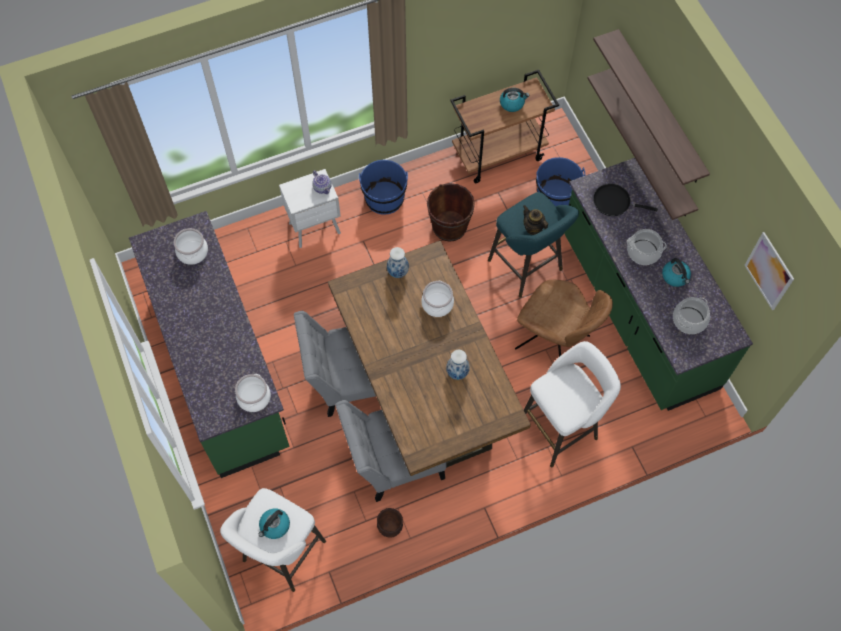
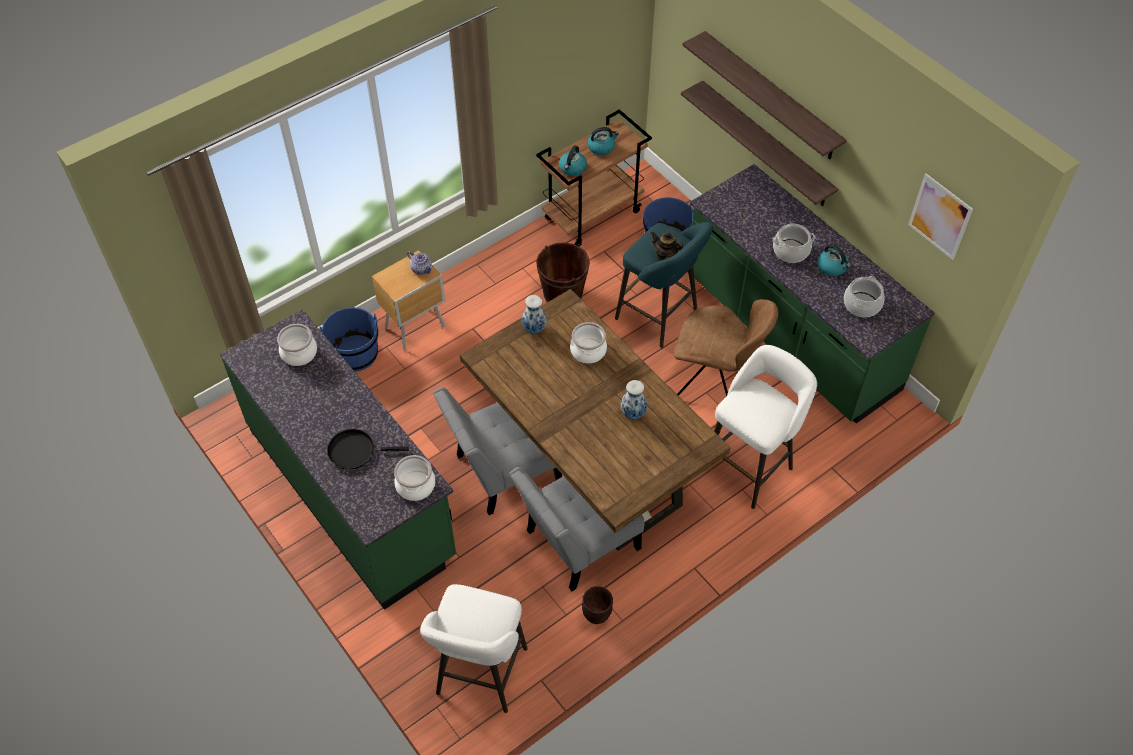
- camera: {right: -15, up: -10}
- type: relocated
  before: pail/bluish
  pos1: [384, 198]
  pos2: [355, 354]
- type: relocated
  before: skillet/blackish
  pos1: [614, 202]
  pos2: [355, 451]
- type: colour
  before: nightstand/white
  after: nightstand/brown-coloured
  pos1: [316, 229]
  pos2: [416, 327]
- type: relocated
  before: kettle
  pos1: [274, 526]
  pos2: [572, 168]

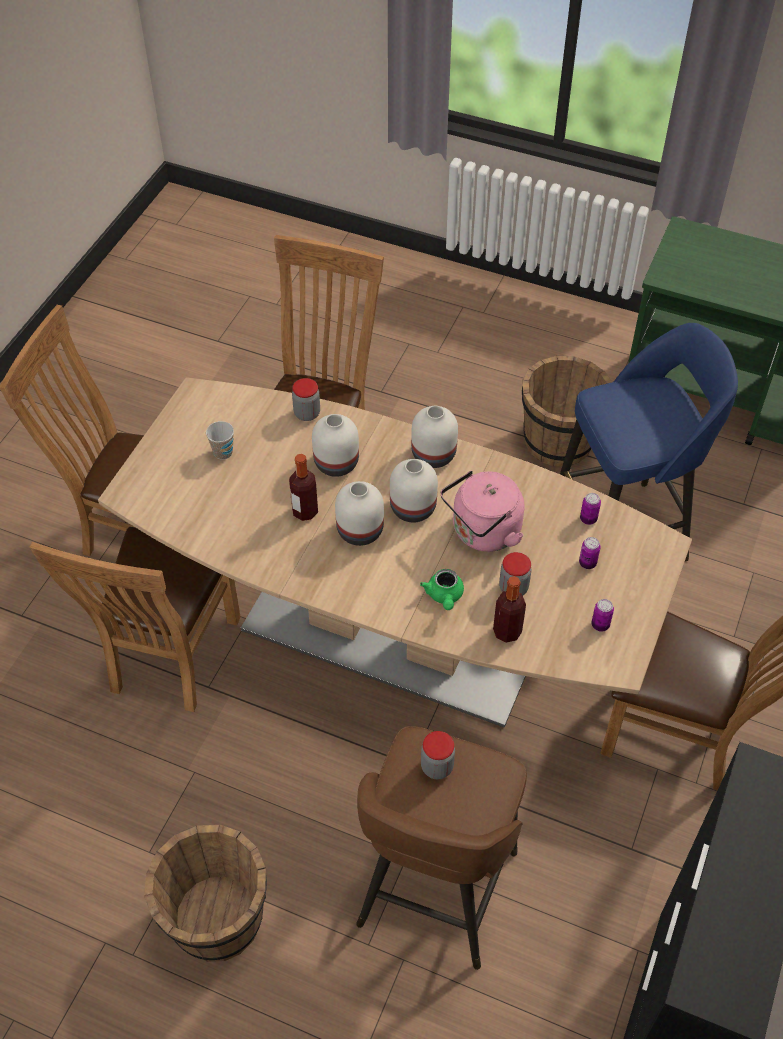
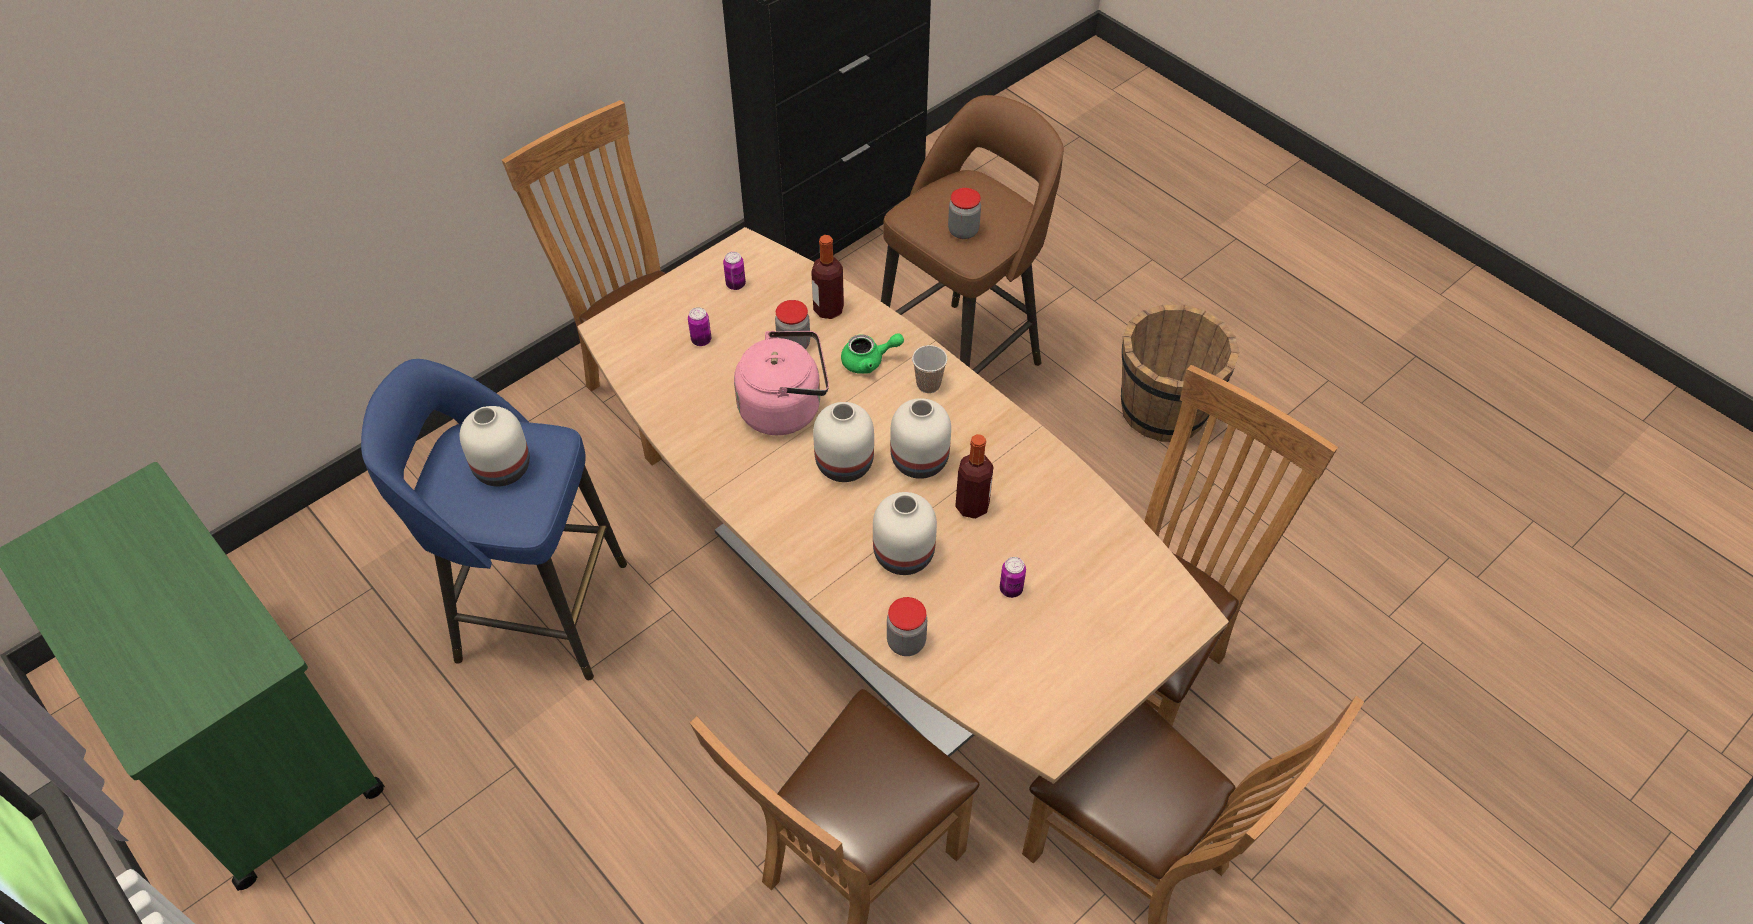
- camera: {right: -155, up: 0}
- type: relocated
  before: flower vase/white
  pos1: [433, 453]
  pos2: [501, 469]
- type: spun
  before: tea pot/green-coloured
  pos1: [444, 596]
  pos2: [868, 361]
  turn: 60
- type: relocated
  before: small cup
  pos1: [223, 452]
  pos2: [928, 384]
- type: relocated
  before: metal can
  pos1: [588, 519]
  pos2: [1011, 589]
- type: missing
  before: pail/brown-coloured
  pos1: [559, 441]

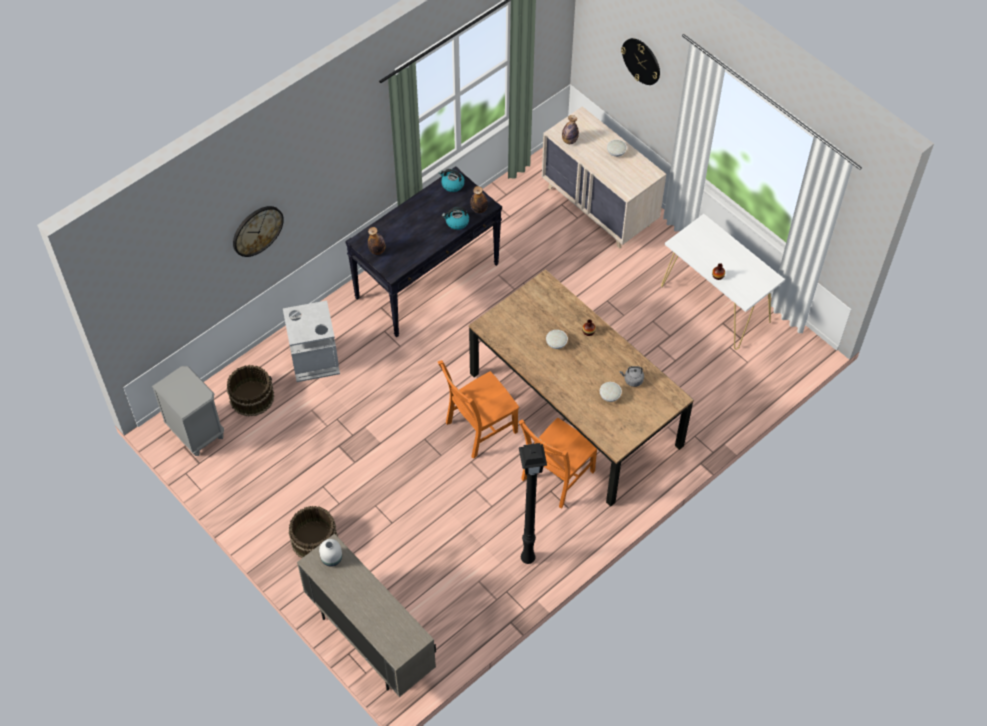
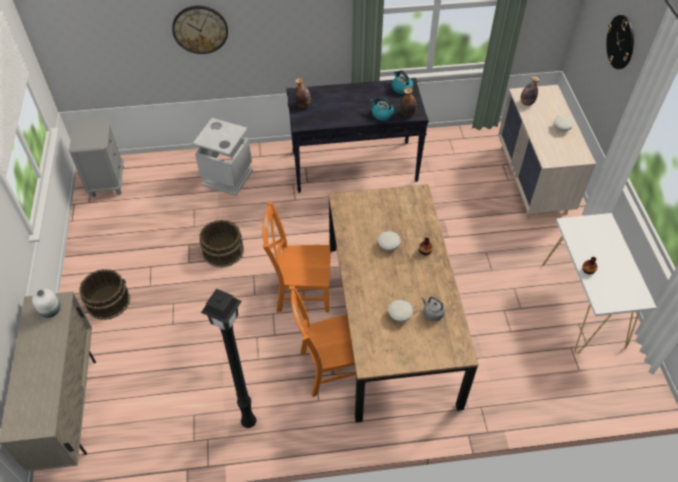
- camera: {right: 35, up: -5}
- type: relocated
  before: pail/brown-coloured
  pos1: [251, 397]
  pos2: [223, 250]

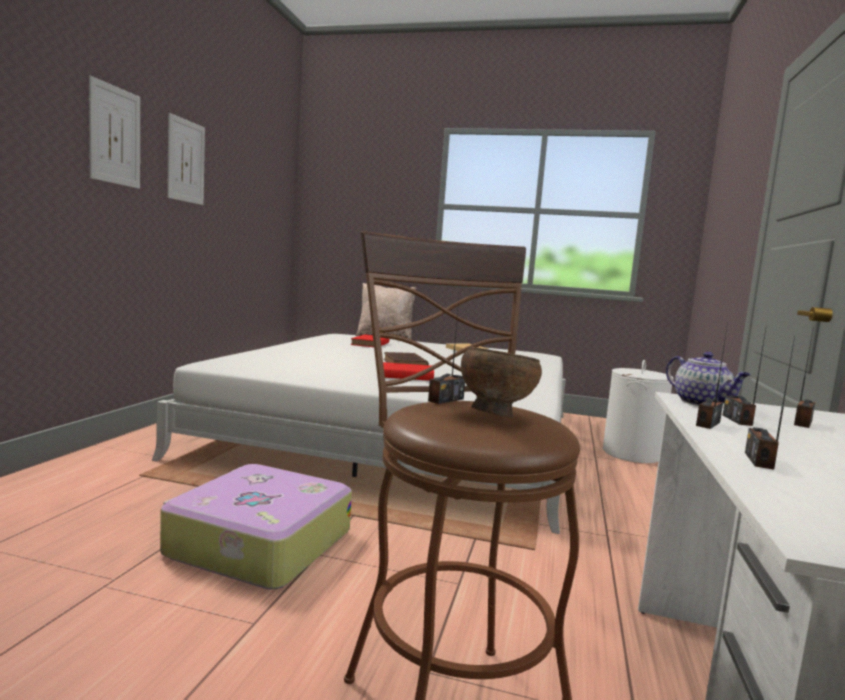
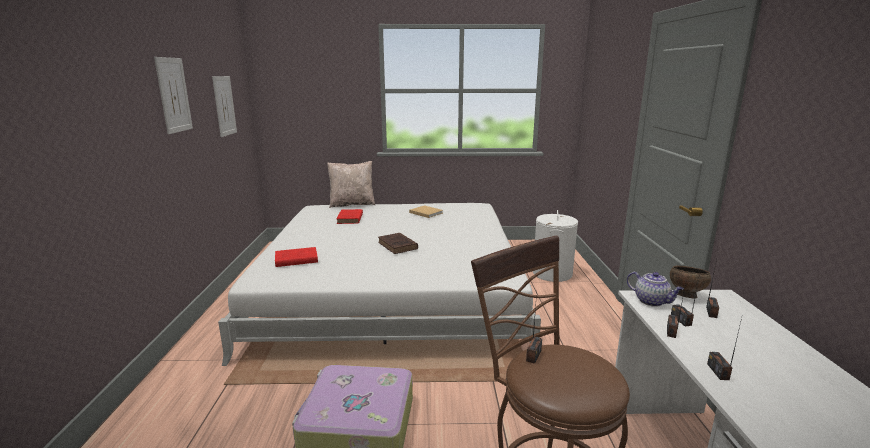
- camera: {right: -15, up: 10}
- type: relocated
  before: picture
  pos1: [115, 135]
  pos2: [224, 106]
- type: relocated
  before: volume/reddish
  pos1: [404, 375]
  pos2: [295, 260]
- type: relocated
  before: serving bowl/brown-coloured
  pos1: [494, 415]
  pos2: [685, 296]

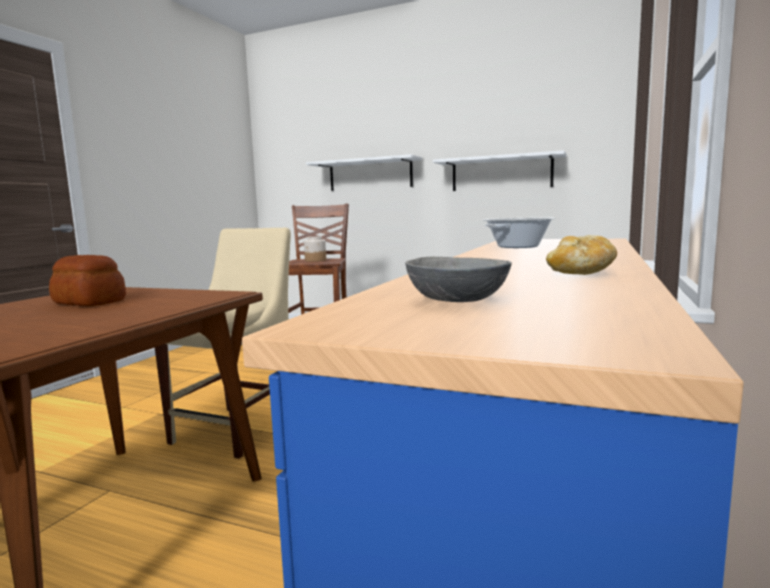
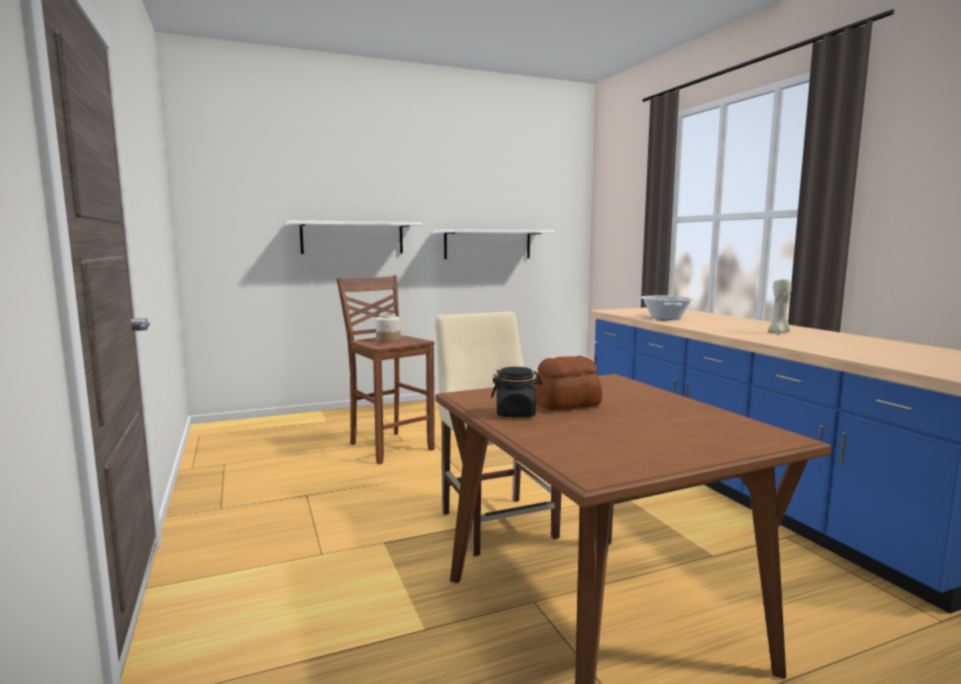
- camera: {right: -45, up: 0}
- type: appeared
  after: preserve jar/blackish
  pos2: [516, 414]
- type: appeared
  after: wax candle/sand-coloured
  pos2: [779, 332]
- type: missing
  before: serving bowl/grey
  pos1: [456, 300]
- type: missing
  before: baked bread
  pos1: [580, 274]

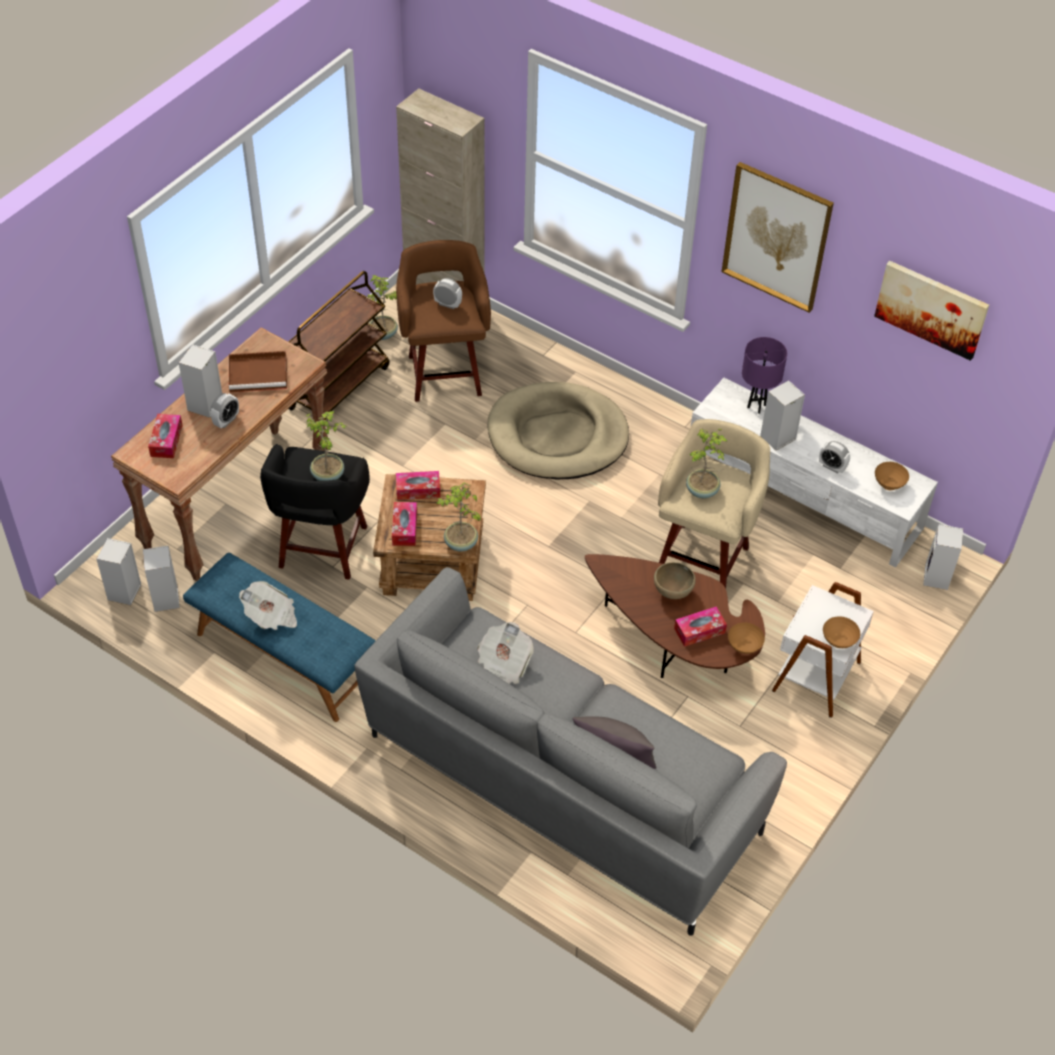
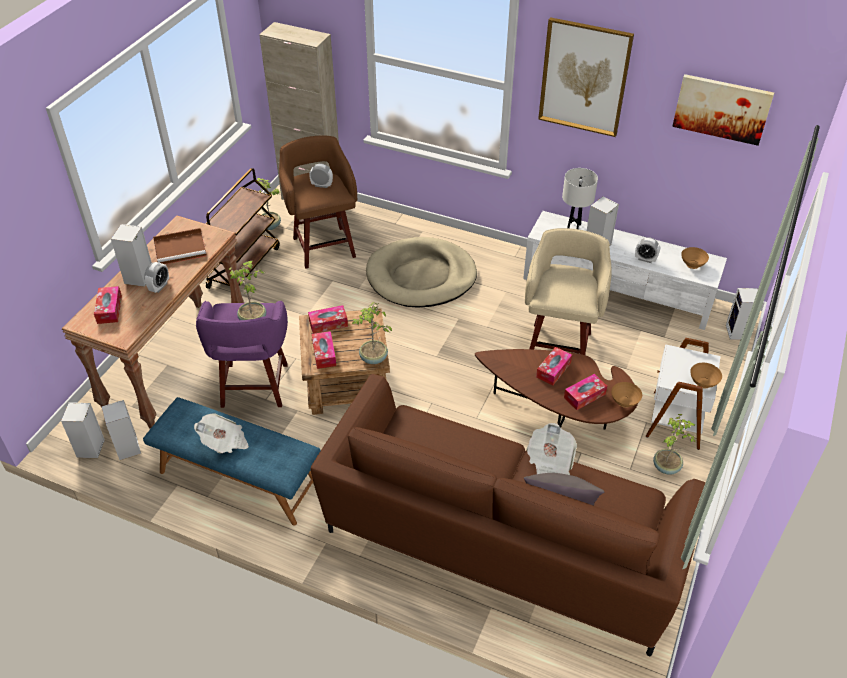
- camera: {right: -10, up: -5}
- type: colour
  before: stool seat/blackish
  after: stool seat/purple
  pos1: [322, 549]
  pos2: [254, 387]
- type: colour
  before: sofa/grey
  after: sofa/brown-coloured
  pos1: [561, 785]
  pos2: [500, 544]
- type: relocated
  before: newspaper
  pos1: [503, 665]
  pos2: [549, 462]
- type: exchanged
  before: serving bowl/brown-coloured
  after: tissue holder
  pos1: [672, 592]
  pos2: [553, 370]
- type: colour
  before: tabletop lamp/purple
  after: tabletop lamp/white
  pos1: [756, 406]
  pos2: [574, 226]
- type: relocated
  before: potted plant
  pos1: [703, 491]
  pos2: [667, 467]

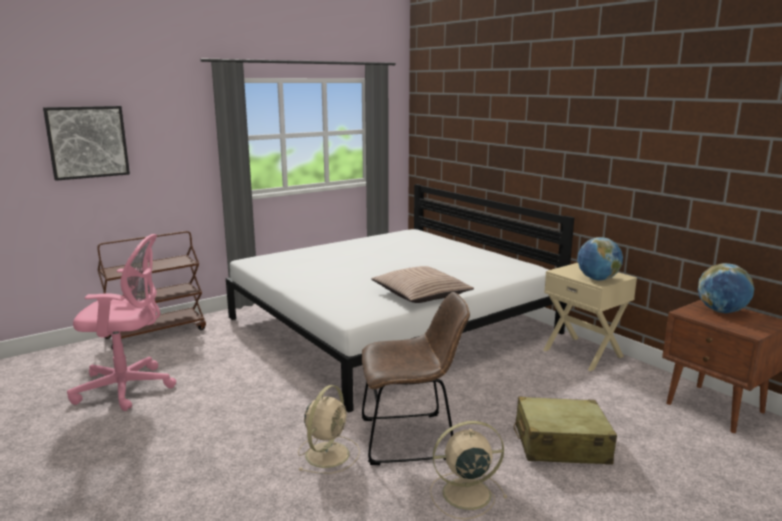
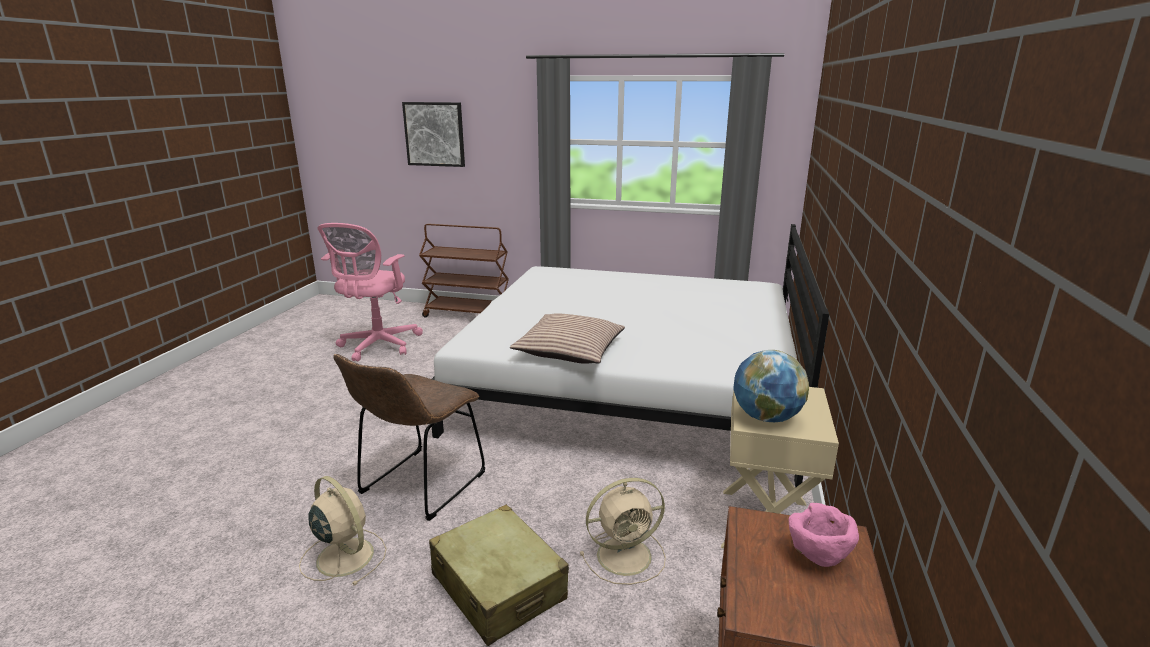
- camera: {right: 50, up: 5}
- type: spun
  before: office chair/pink
  pos1: [128, 388]
  pos2: [377, 346]
  turn: 60
- type: spun
  before: upright chair/brown-coloured
  pos1: [412, 438]
  pos2: [419, 486]
  turn: 75
- type: relocated
  before: fan/sand-coloured
  pos1: [328, 453]
  pos2: [626, 555]
- type: exchanged
  before: globe
  after: serving bowl/pink
  pos1: [721, 311]
  pos2: [817, 557]

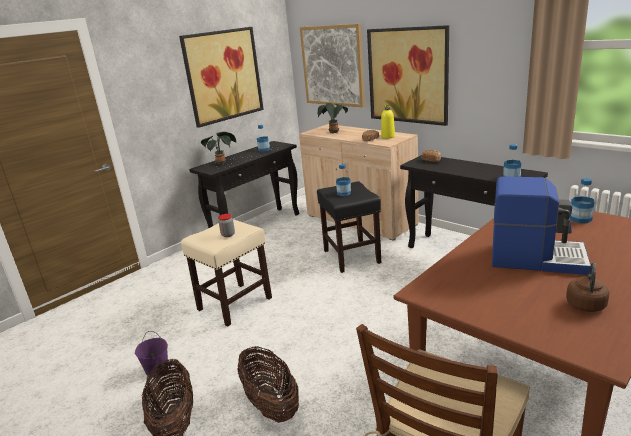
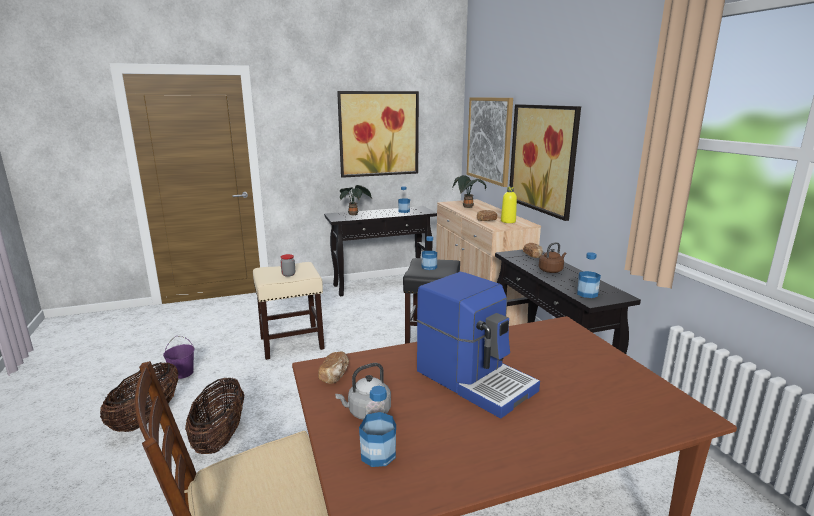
- camera: {right: 25, up: -5}
- type: appeared
  after: baked bread
  pos2: [335, 375]
- type: appeared
  after: kettle/grey
  pos2: [367, 412]
- type: relocated
  before: bottle
  pos1: [580, 219]
  pos2: [378, 454]
- type: relocated
  before: kettle/brown-coloured
  pos1: [585, 304]
  pos2: [551, 270]

